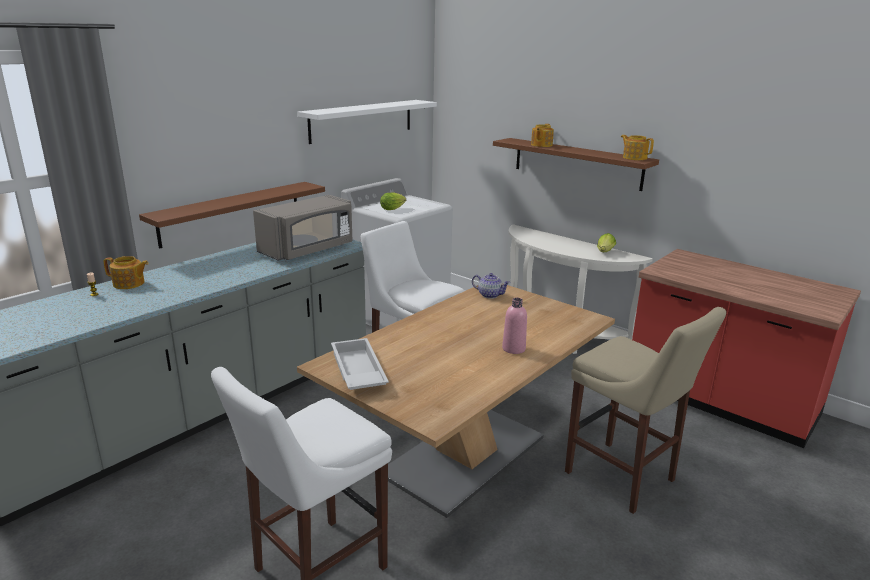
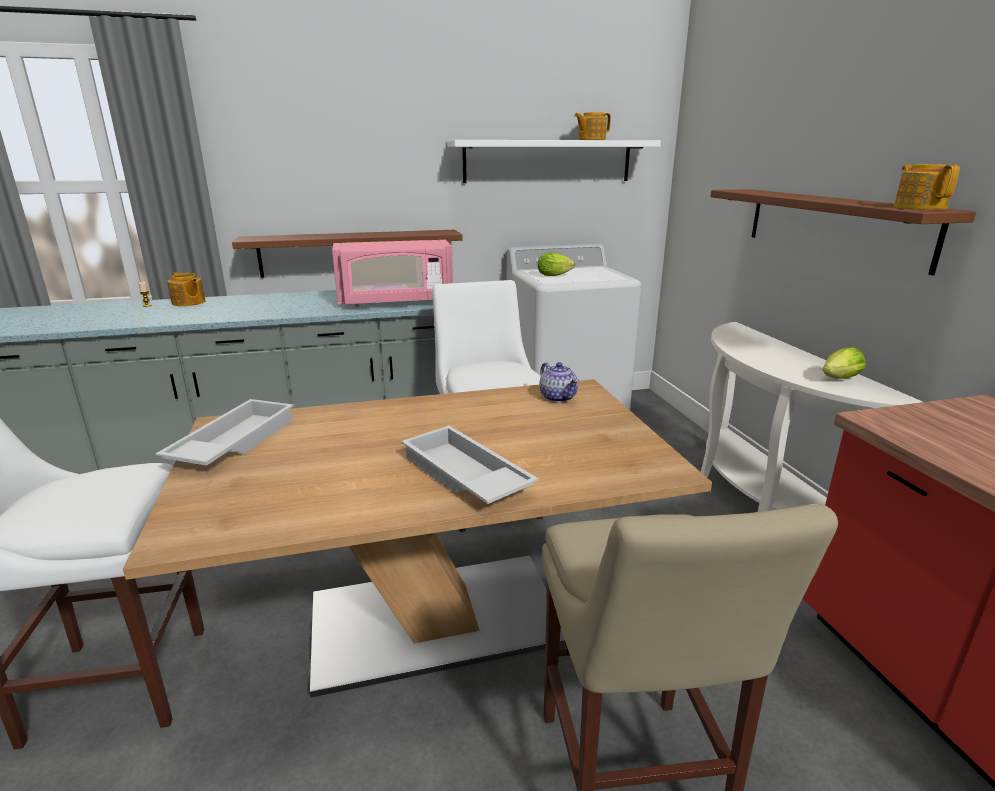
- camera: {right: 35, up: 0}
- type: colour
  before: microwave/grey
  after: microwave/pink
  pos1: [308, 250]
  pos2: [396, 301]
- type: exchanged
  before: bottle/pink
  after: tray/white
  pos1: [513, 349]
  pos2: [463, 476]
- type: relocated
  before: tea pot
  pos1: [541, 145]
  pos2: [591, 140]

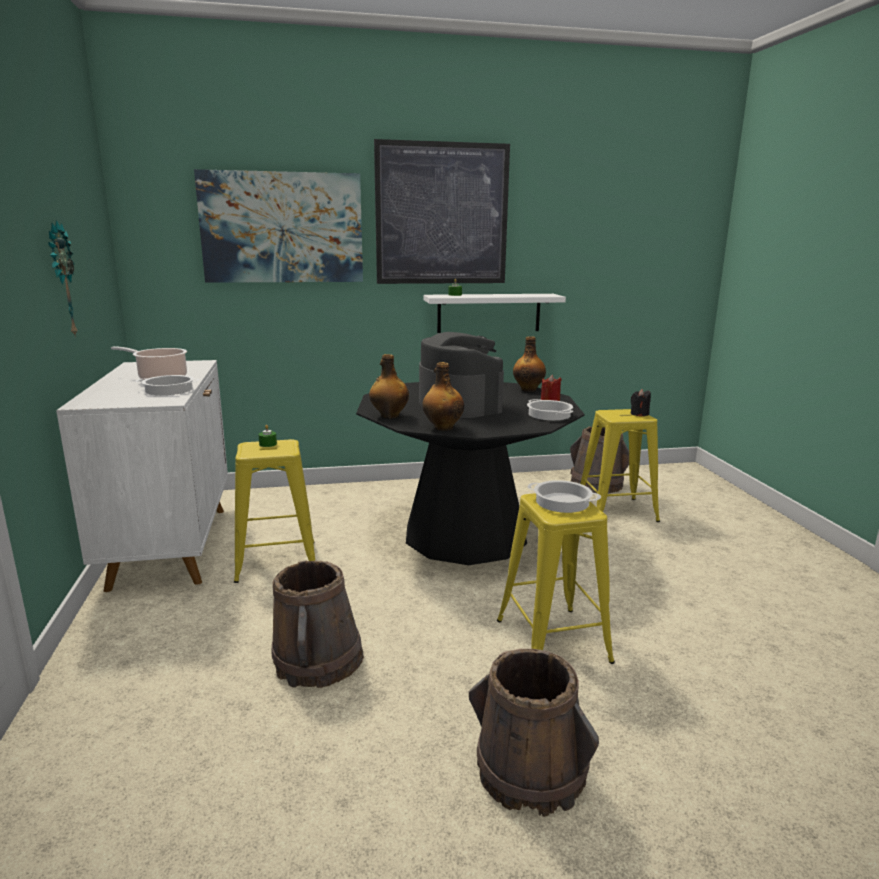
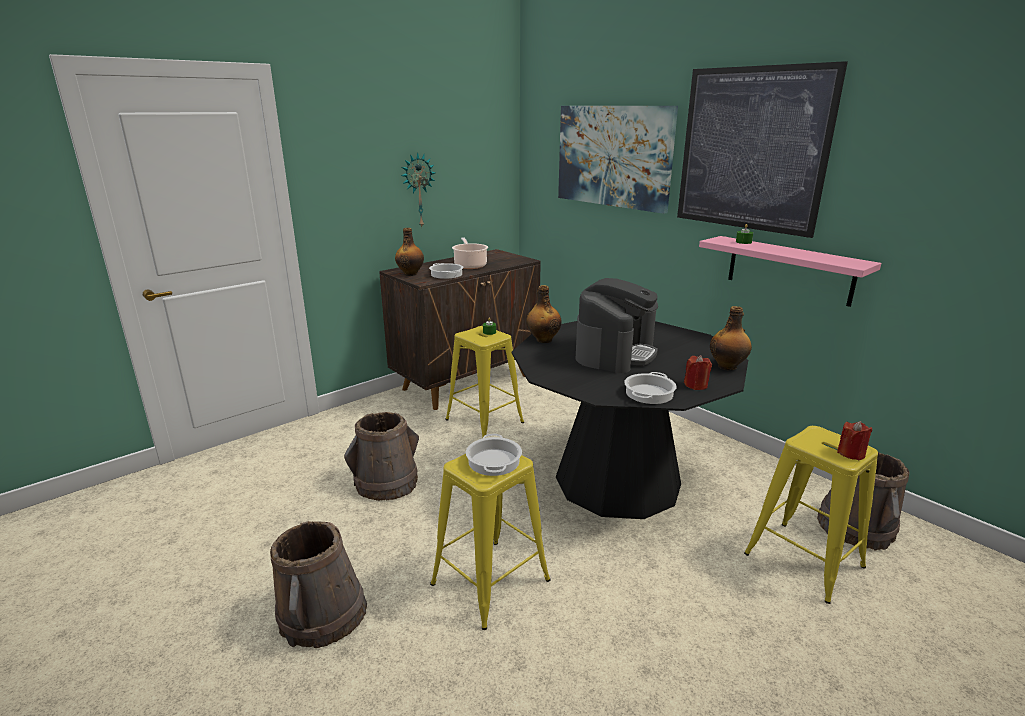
- camera: {right: 60, up: 5}
- type: colour
  before: cupboard/white
  after: cupboard/brown-coloured
  pos1: [171, 545]
  pos2: [467, 382]
- type: relocated
  before: bottle
  pos1: [443, 428]
  pos2: [411, 274]
- type: colour
  before: shelf/white
  after: shelf/pink
  pos1: [489, 313]
  pos2: [789, 270]
- type: colour
  before: wax candle/blackish
  after: wax candle/reddish
  pos1: [639, 414]
  pos2: [851, 453]

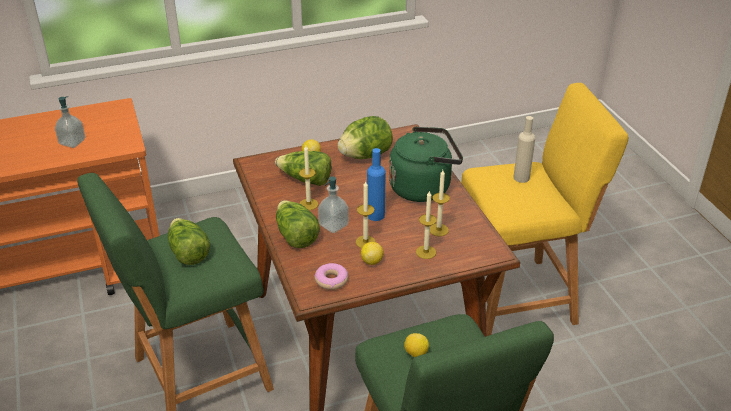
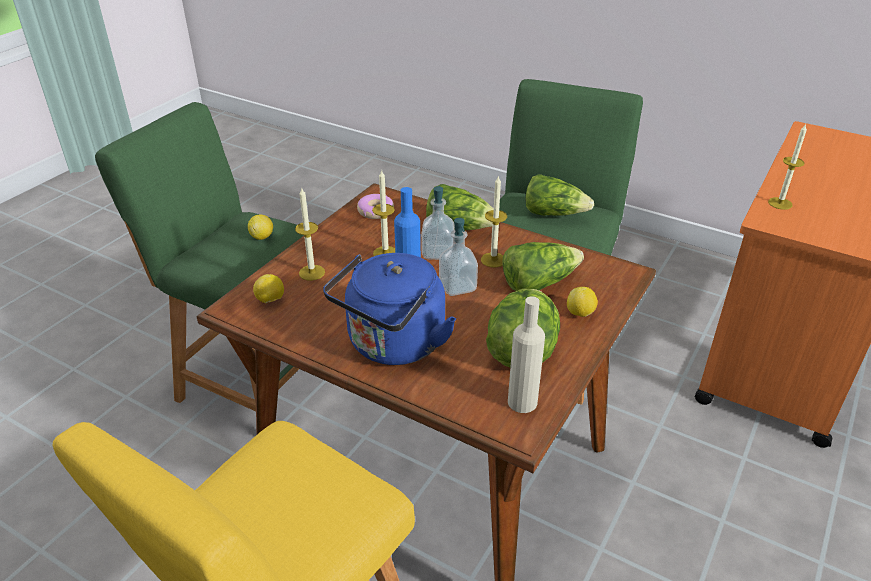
- camera: {right: 140, up: 0}
- type: relocated
  before: citrus fruit
  pos1: [372, 261]
  pos2: [270, 300]
- type: colour
  before: kettle/green-coloured
  after: kettle/bluish
  pos1: [423, 187]
  pos2: [393, 345]
- type: relocated
  before: soap dispenser
  pos1: [72, 142]
  pos2: [457, 286]
- type: relocated
  before: bottle/sand-coloured
  pos1: [521, 178]
  pos2: [522, 402]
- type: relocated
  before: wax candle
  pos1: [438, 230]
  pos2: [780, 203]

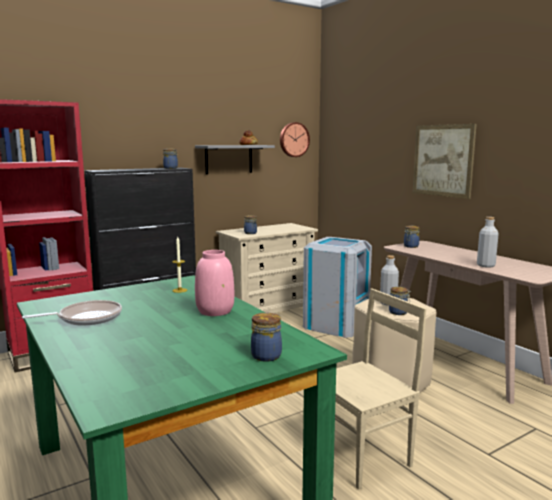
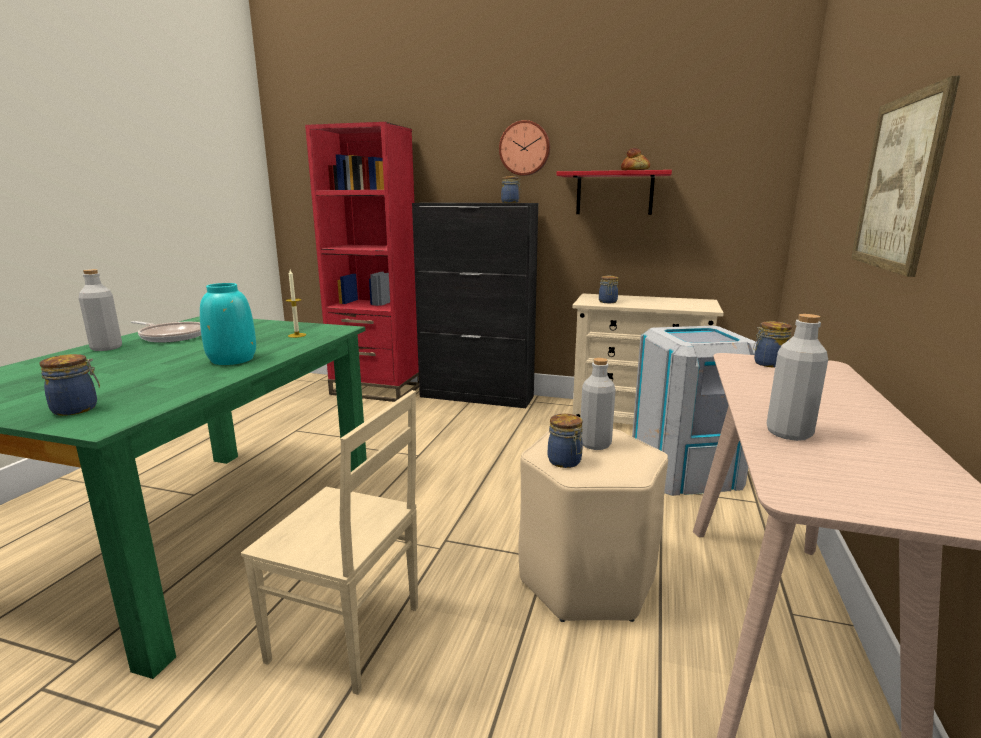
- camera: {right: 50, up: 5}
- type: appeared
  after: bottle/grey
  pos2: [106, 348]
- type: colour
  before: flower vase/pink
  after: flower vase/turquoise-coloured
  pos1: [215, 311]
  pos2: [231, 360]
- type: relocated
  before: hanging clock
  pos1: [293, 139]
  pos2: [525, 148]
- type: colour
  before: shelf/grey
  after: shelf/reddish
  pos1: [228, 159]
  pos2: [614, 193]

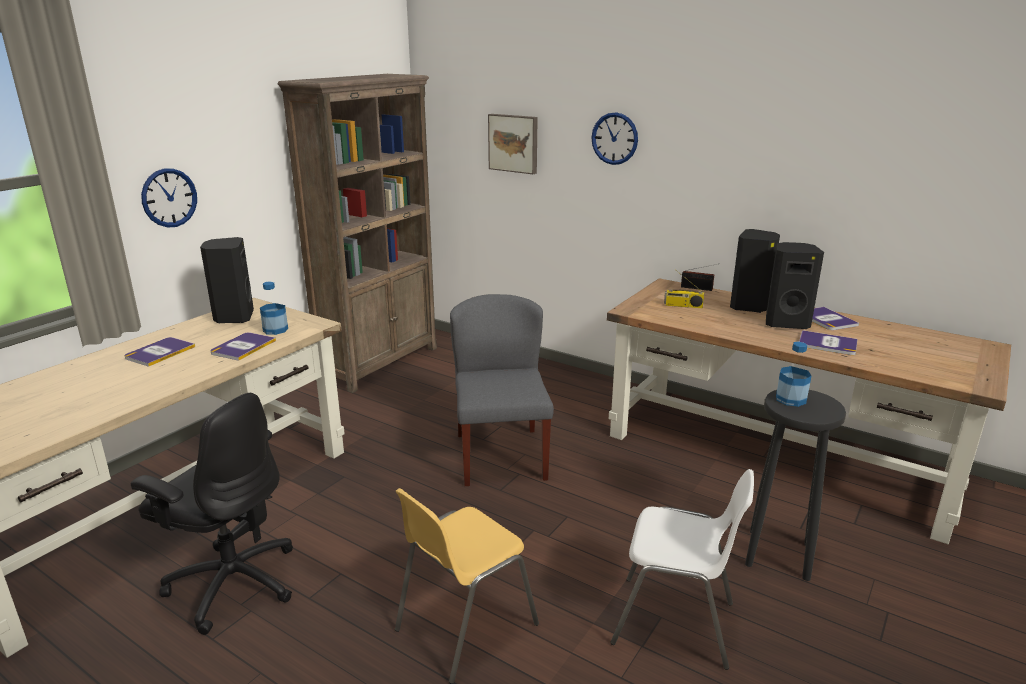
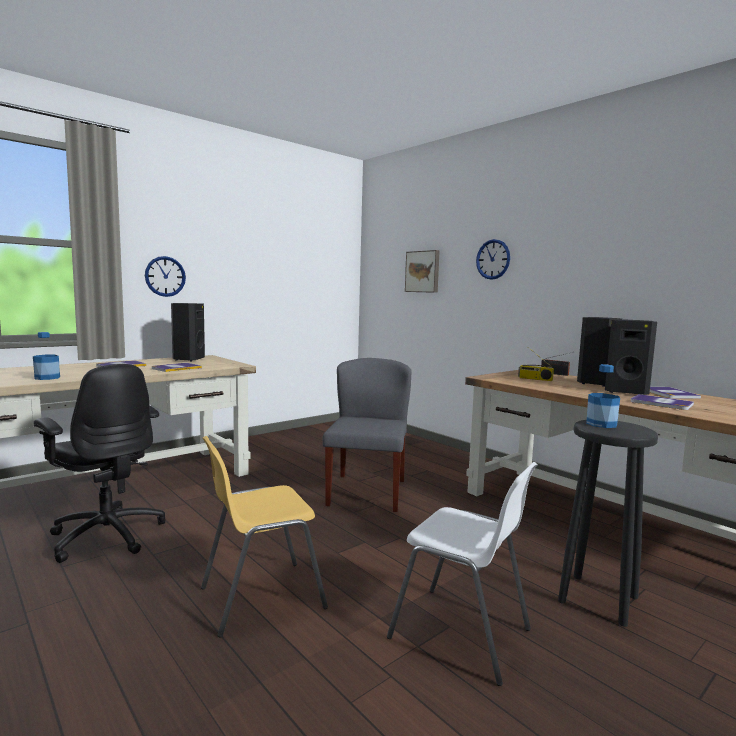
- camera: {right: 15, up: -15}
- type: relocated
  before: bottle
  pos1: [275, 330]
  pos2: [47, 378]
- type: missing
  before: bookshelf/brown-coloured
  pos1: [380, 363]

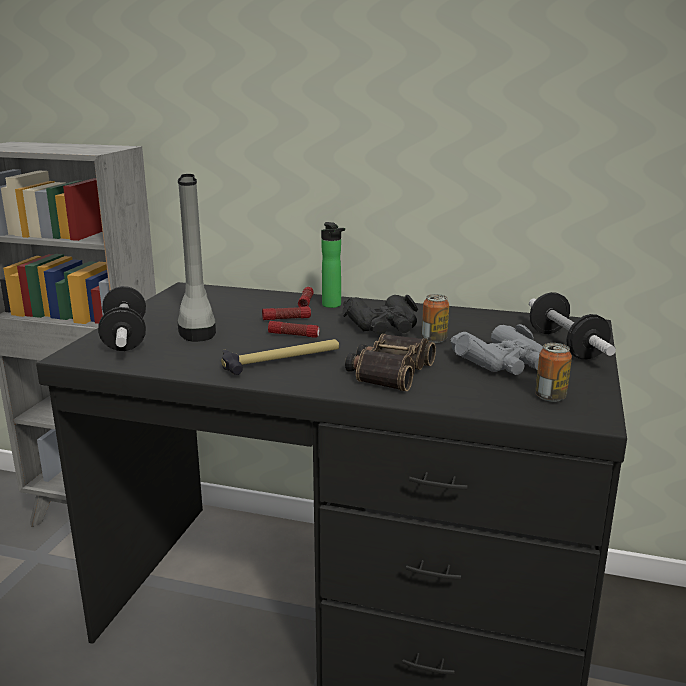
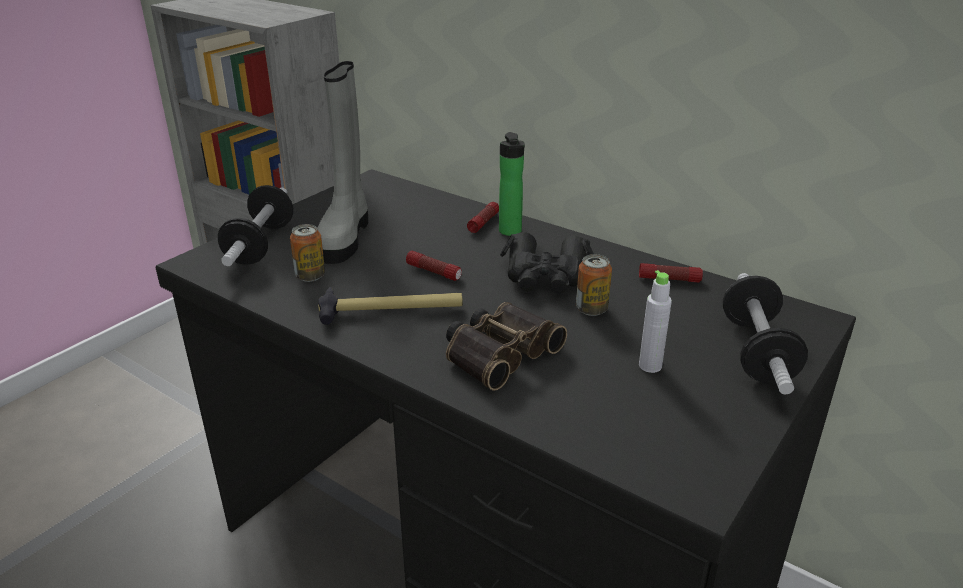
- camera: {right: 20, up: 10}
- type: relocated
  before: metal can
  pos1: [550, 397]
  pos2: [310, 276]
- type: relocated
  before: hand torch
  pos1: [286, 319]
  pos2: [669, 279]
- type: exchanged
  before: binoculars/grey
  after: bottle/grey
  pos1: [503, 362]
  pos2: [650, 366]

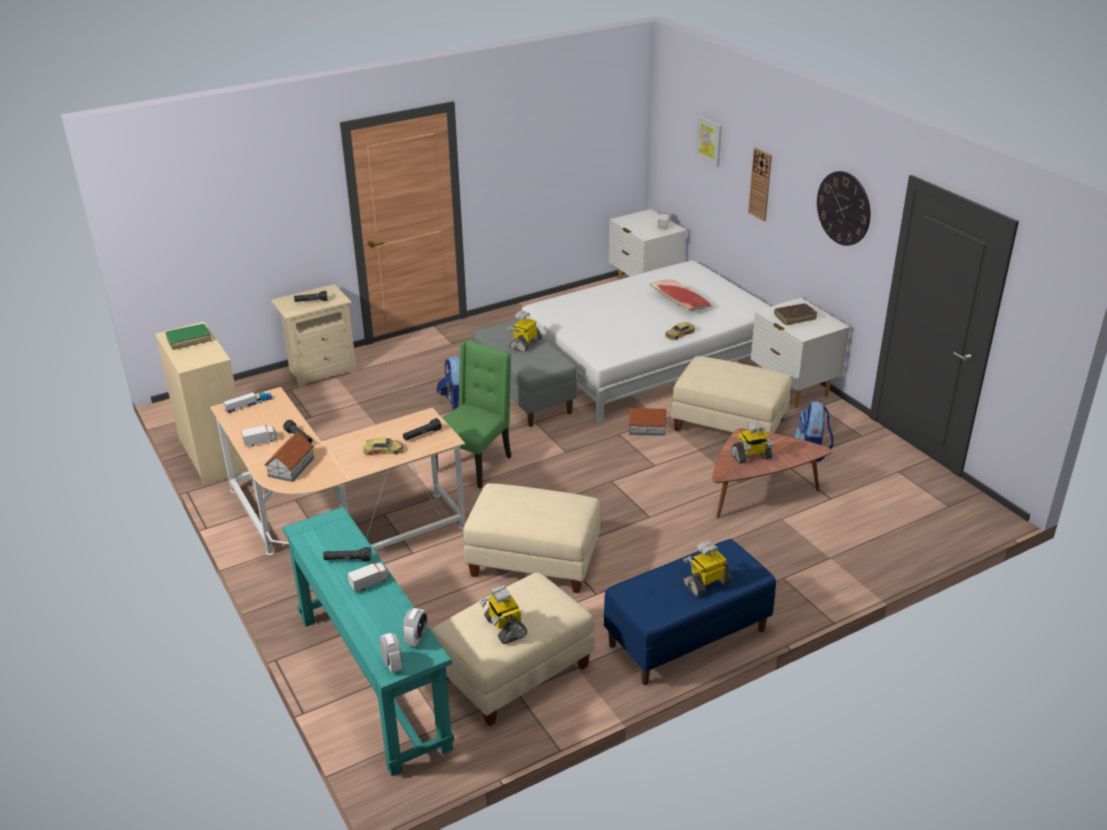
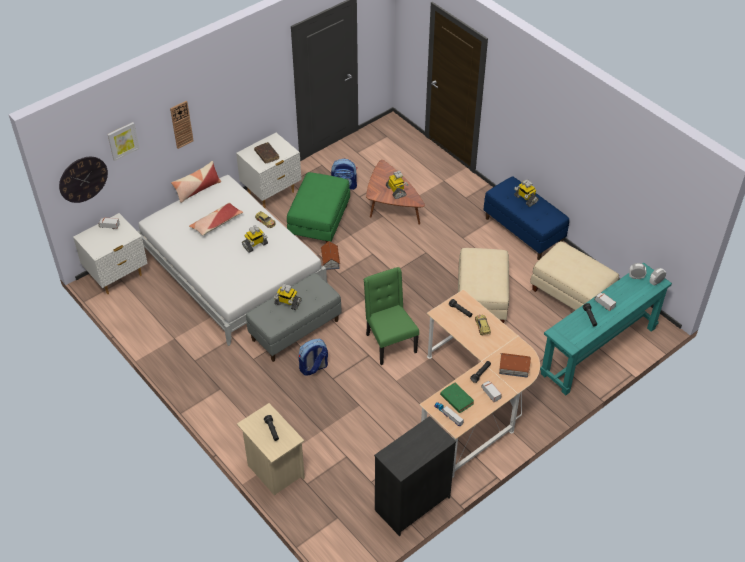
- camera: {right: -100, up: 15}
- type: relocated
  before: hanging clock
  pos1: [843, 208]
  pos2: [83, 179]
- type: appeared
  after: cushion
  pos2: [197, 189]
- type: relocated
  before: model robot
  pos1: [504, 627]
  pos2: [255, 245]
- type: colour
  before: pouffe/sand-coloured
  after: pouffe/green-coloured
  pos1: [730, 424]
  pos2: [319, 221]
- type: spun
  before: upright chair/green-coloured
  pos1: [474, 464]
  pos2: [389, 343]
  turn: 45
- type: colour
  before: dresser/sand-coloured
  after: dresser/blackish
  pos1: [215, 456]
  pos2: [412, 503]
- type: relocated
  before: volume/green-coloured
  pos1: [189, 340]
  pos2: [456, 400]

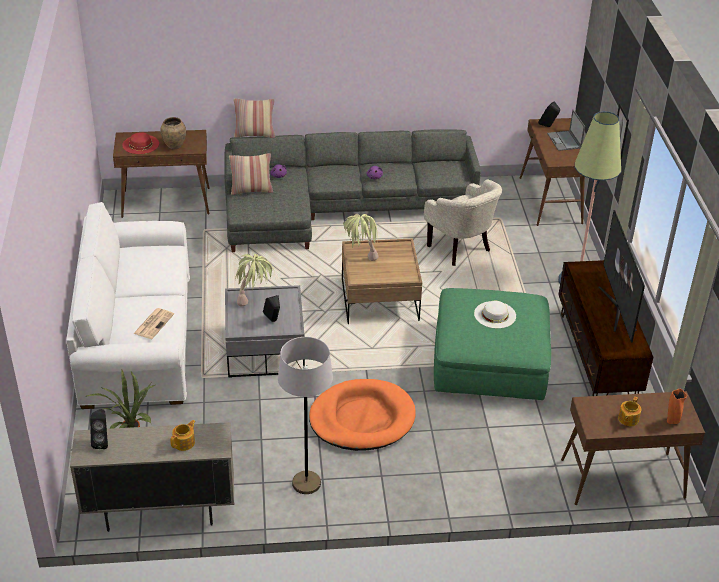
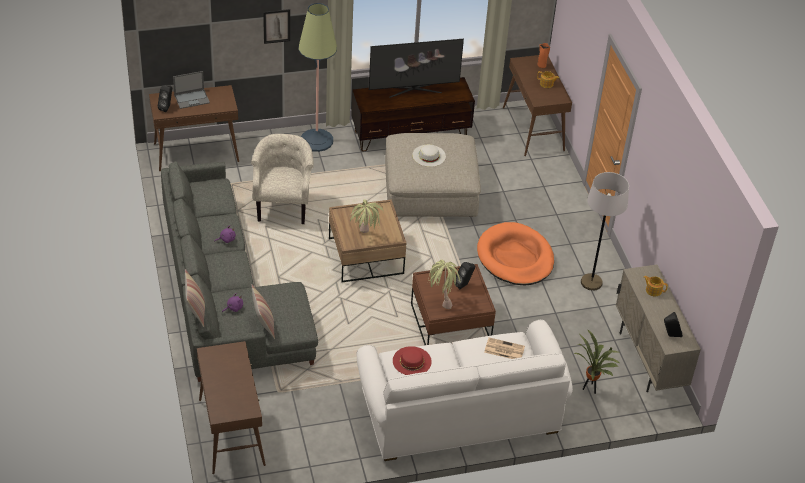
- camera: {right: -100, up: 5}
- type: spun
  before: easy chair/sand-coloured
  pos1: [461, 250]
  pos2: [283, 208]
  turn: -45
- type: colour
  before: pouffe/green-coloured
  after: pouffe/sand-coloured
  pos1: [489, 361]
  pos2: [430, 190]
- type: relocated
  before: wearable hat/reddish
  pos1: [140, 144]
  pos2: [412, 361]
- type: colour
  before: low table/grey
  after: low table/brown-coloured
  pos1: [265, 350]
  pos2: [450, 323]
- type: missing
  before: flower vase/brown-coloured
  pos1: [174, 146]

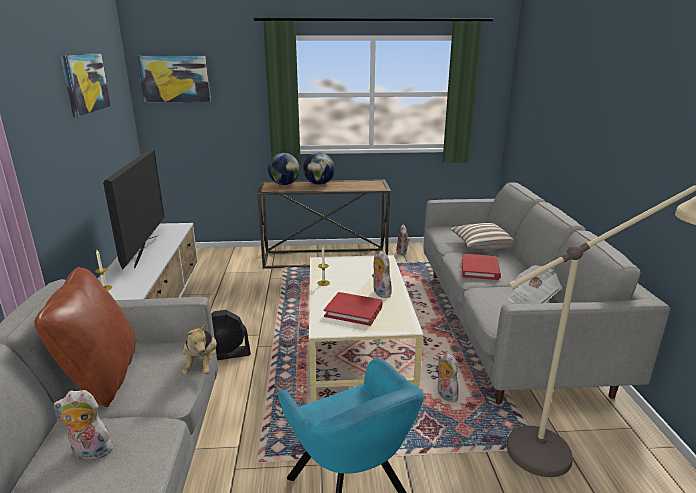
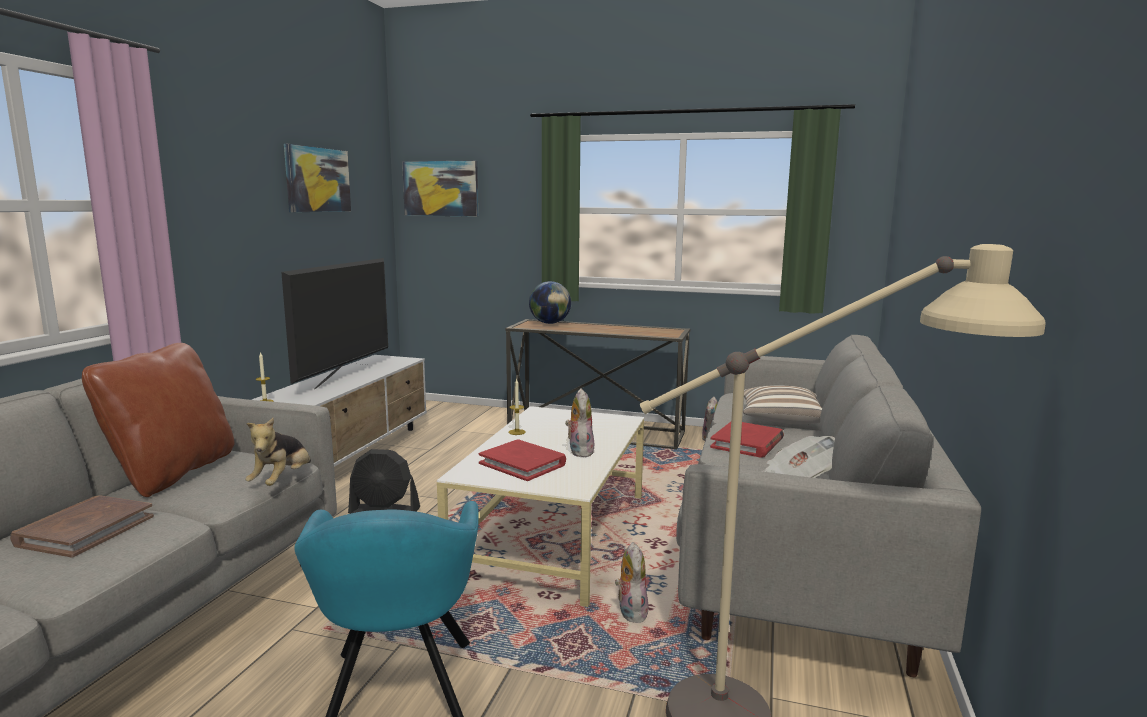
- camera: {right: 20, up: -10}
- type: exchanged
  before: plush toy
  after: volume/brown-coloured
  pos1: [90, 452]
  pos2: [85, 530]
- type: missing
  before: globe
  pos1: [319, 184]

